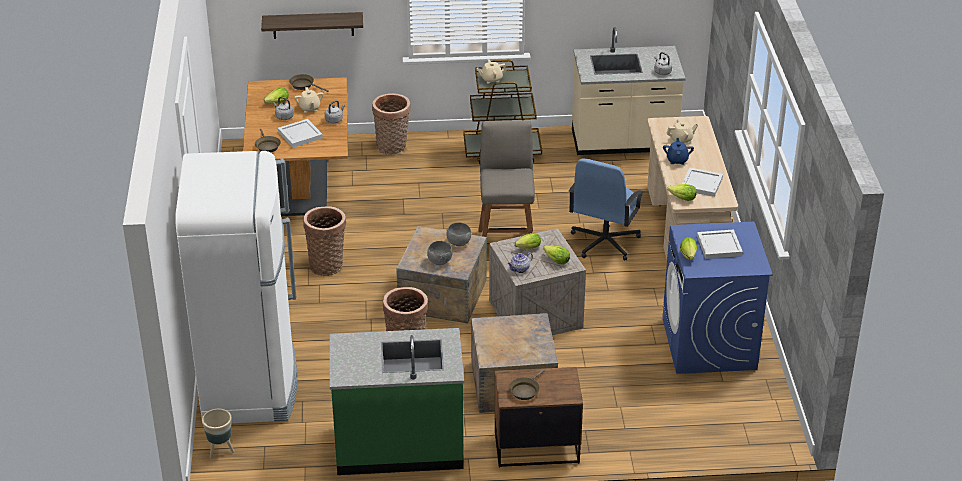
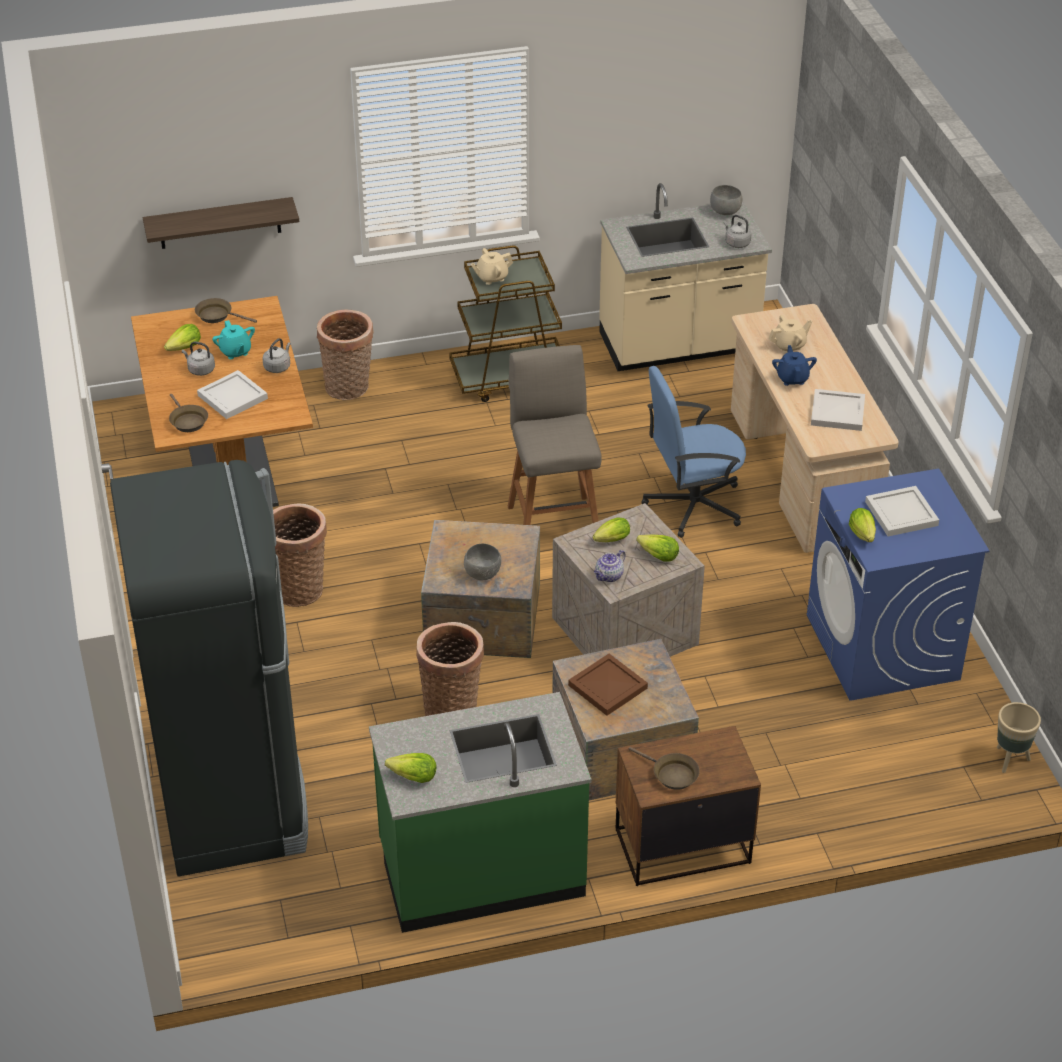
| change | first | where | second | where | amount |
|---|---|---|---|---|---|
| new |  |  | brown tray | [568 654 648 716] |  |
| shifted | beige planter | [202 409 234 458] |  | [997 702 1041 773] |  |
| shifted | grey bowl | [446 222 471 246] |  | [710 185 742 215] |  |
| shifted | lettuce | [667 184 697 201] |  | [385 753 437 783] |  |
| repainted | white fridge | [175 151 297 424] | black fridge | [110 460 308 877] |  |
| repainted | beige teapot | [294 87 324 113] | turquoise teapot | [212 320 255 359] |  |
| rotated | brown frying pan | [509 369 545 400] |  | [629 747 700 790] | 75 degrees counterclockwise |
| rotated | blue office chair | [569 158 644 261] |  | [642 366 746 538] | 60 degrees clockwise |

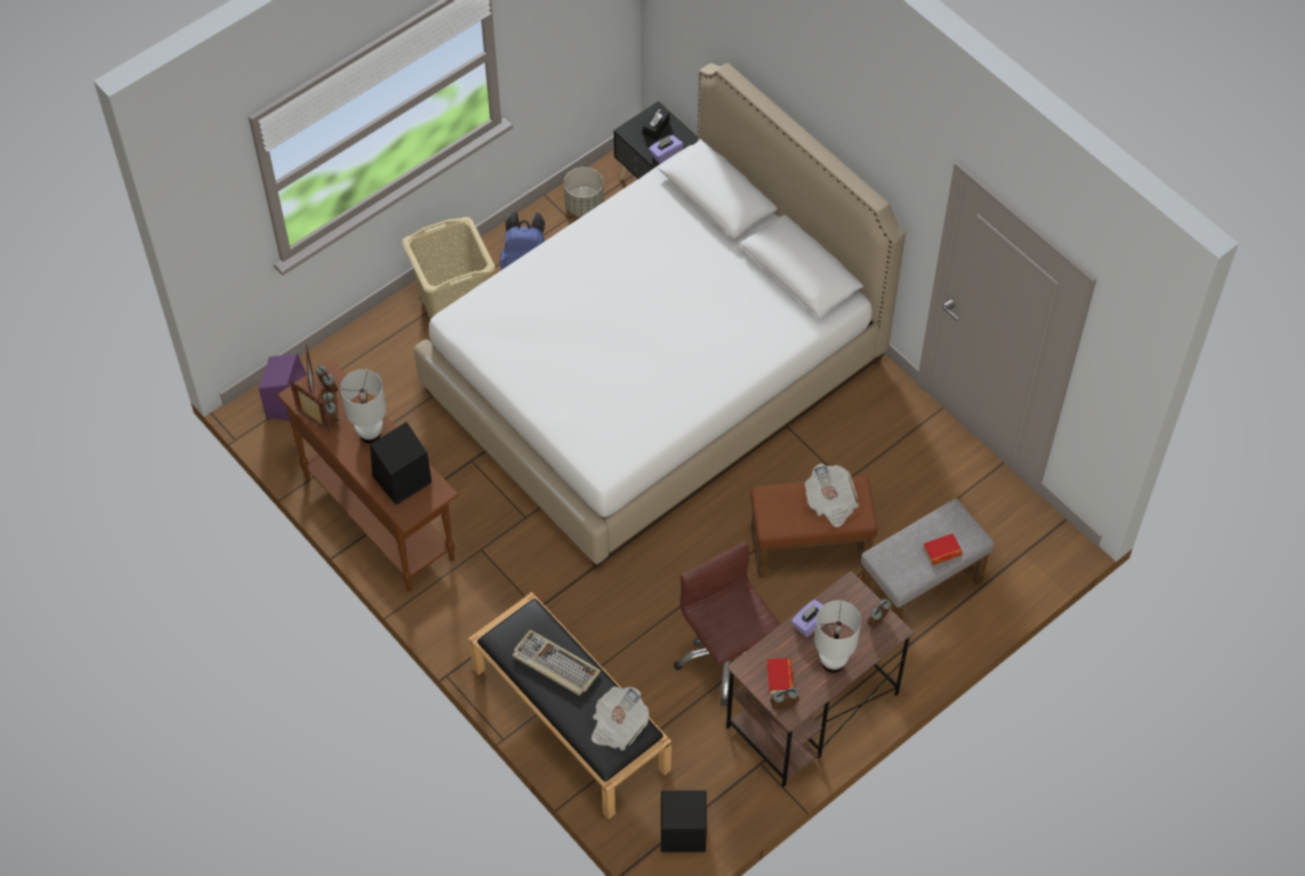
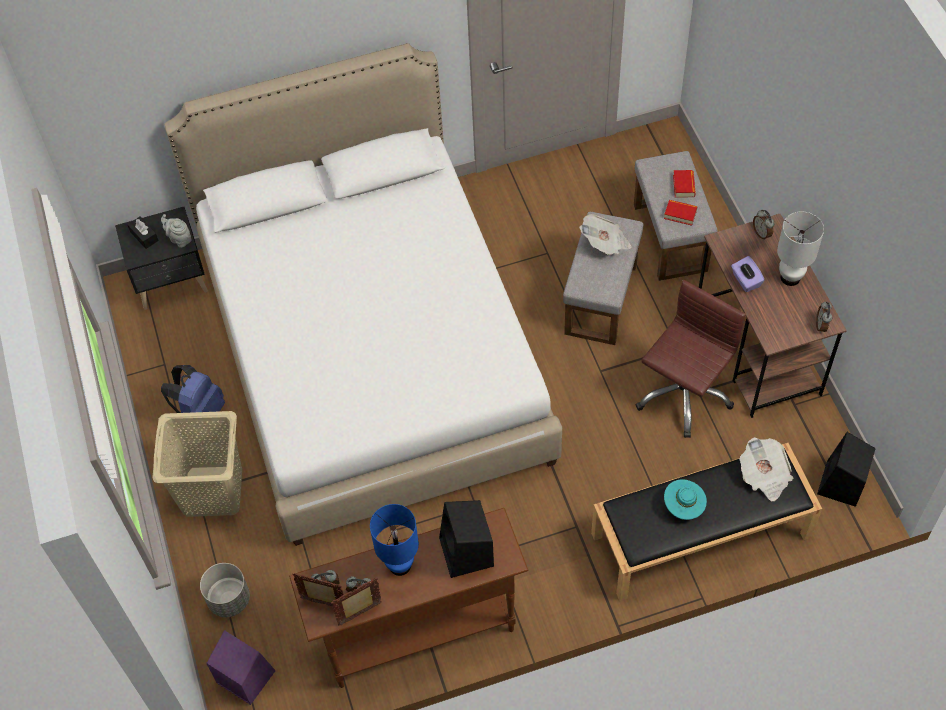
| change | first | where | second | where | amount |
|---|---|---|---|---|---|
| shifted | grey planter | [564 167 604 217] |  | [200 563 250 617] |  |
| shifted | book | [767 658 794 694] |  | [664 200 698 226] |  |
| swapped | keyboard | [512 630 601 696] | turquoise hat | [664 479 707 520] |  |
| swapped | purple tissue box | [649 135 683 164] | grey teapot | [161 214 191 248] |  |
| repainted | white table lamp | [340 369 386 443] | blue table lamp | [370 504 419 576] |  |
| repainted | brown ottoman | [751 476 878 578] | grey ottoman | [563 211 643 345] |  |
| rotated | brown office chair | [674 542 780 706] |  | [636 280 746 438] | 135 degrees clockwise |

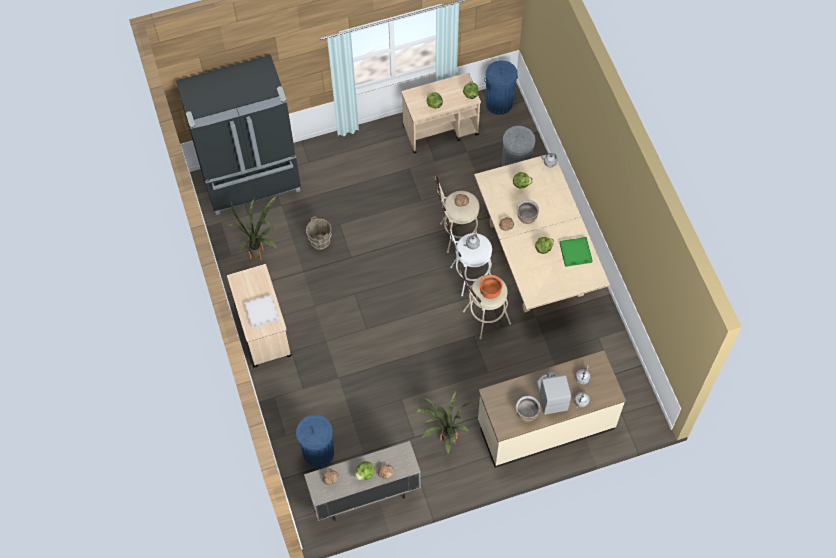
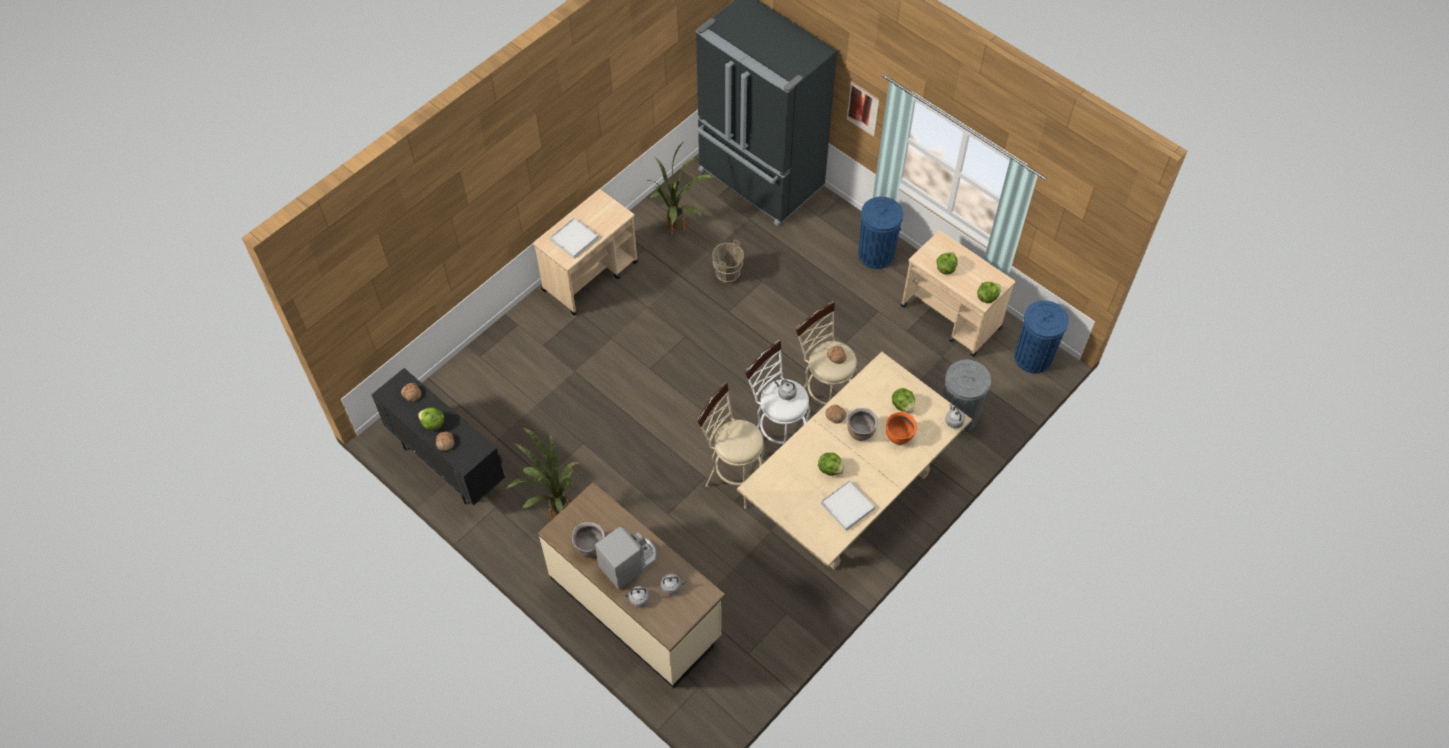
| change | first | where | second | where | amount |
|---|---|---|---|---|---|
| new |  |  | picture | [847 81 879 137] |  |
| shifted | blue trash can | [296 415 334 467] |  | [858 197 903 269] |  |
| shifted | orange cooking pot | [480 275 503 299] |  | [886 412 917 445] |  |
| repainted | beige cabinet | [304 441 421 521] | black cabinet | [372 368 505 506] |  |
| repainted | green tray | [560 237 593 267] | white tray | [821 480 875 531] |  |

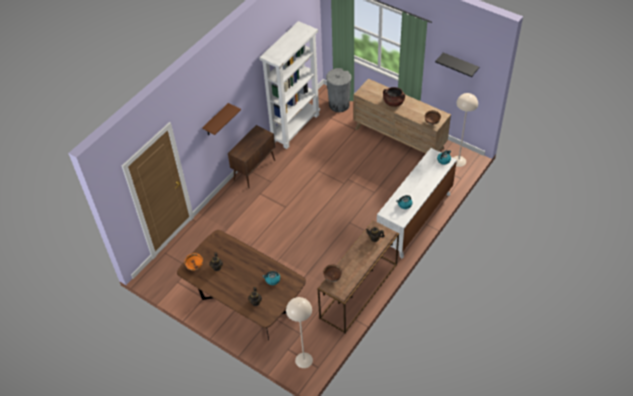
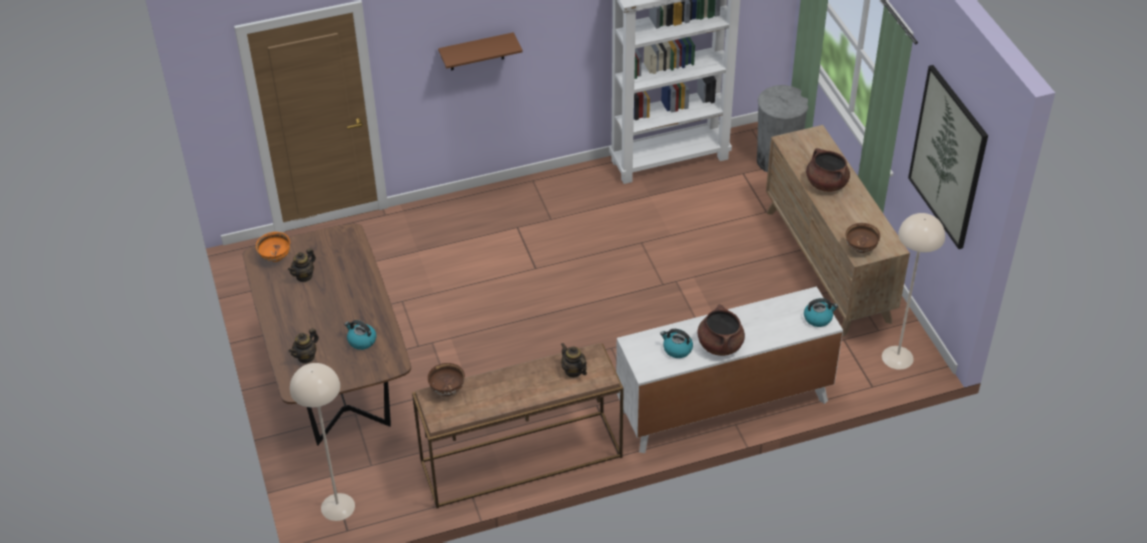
| change | first | where | second | where | amount |
|---|---|---|---|---|---|
| gone | brown cabinet | [228 125 275 188] |  |  |  |
| new |  |  | brown cooking pot | [697 304 745 356] |  |
| swapped | black shelf | [435 52 479 77] | picture | [908 65 988 249] |  |

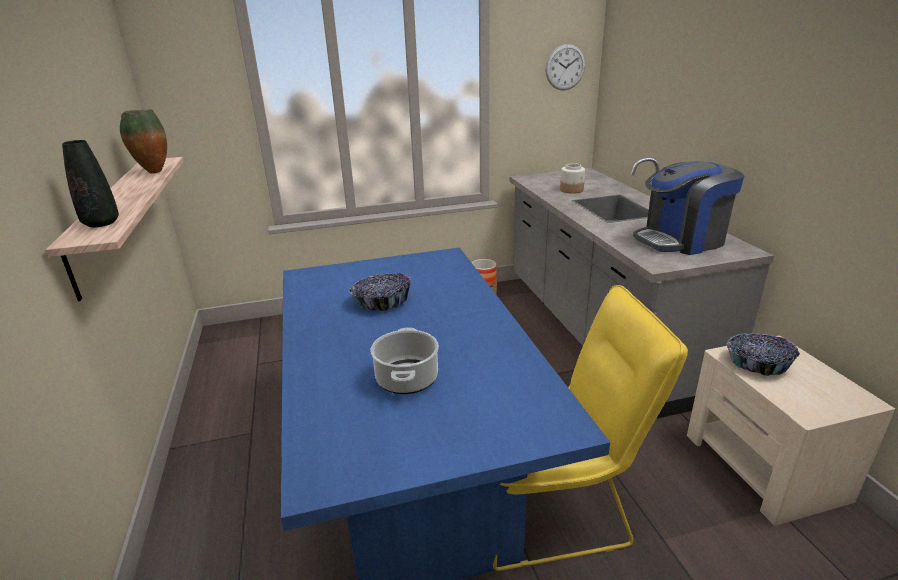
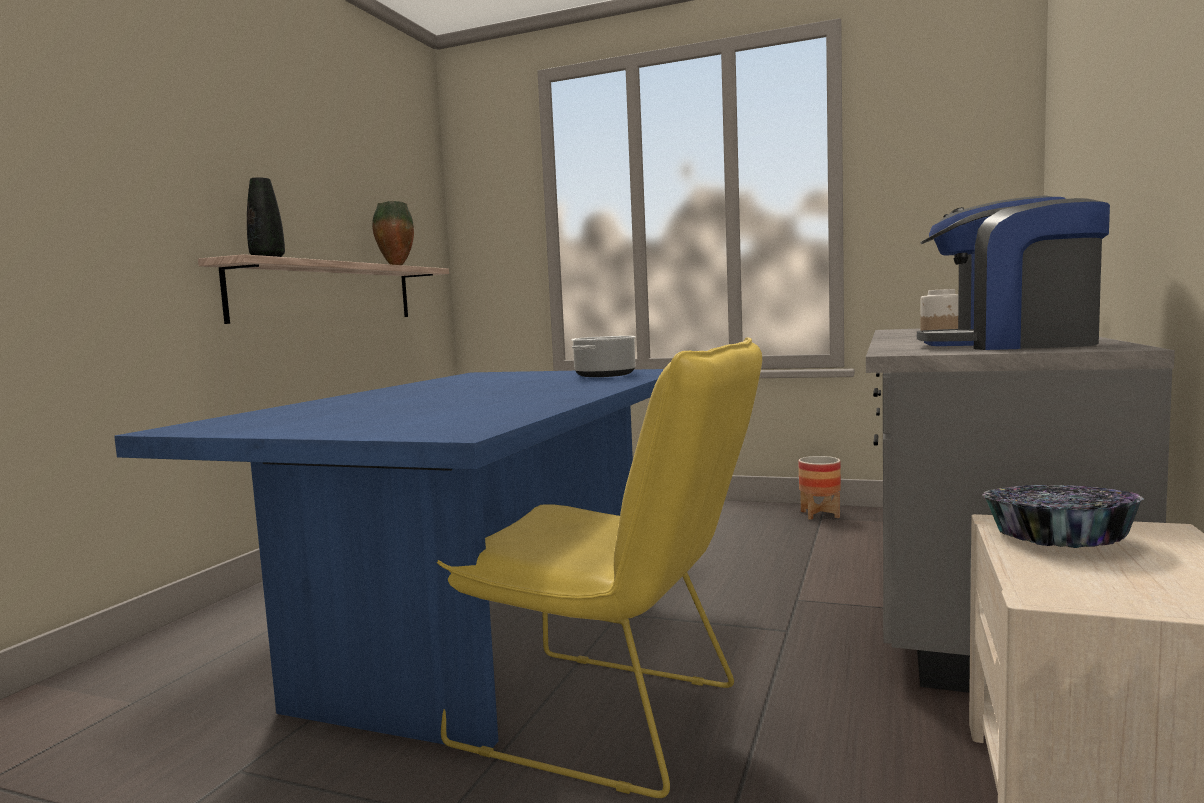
| change | first | where | second | where | amount |
|---|---|---|---|---|---|
| gone | bowl | [349 273 411 311] |  |  |  |
| gone | wall clock | [545 44 585 90] |  |  |  |
| shifted | cooking pot | [371 327 439 394] |  | [571 336 636 377] |  |

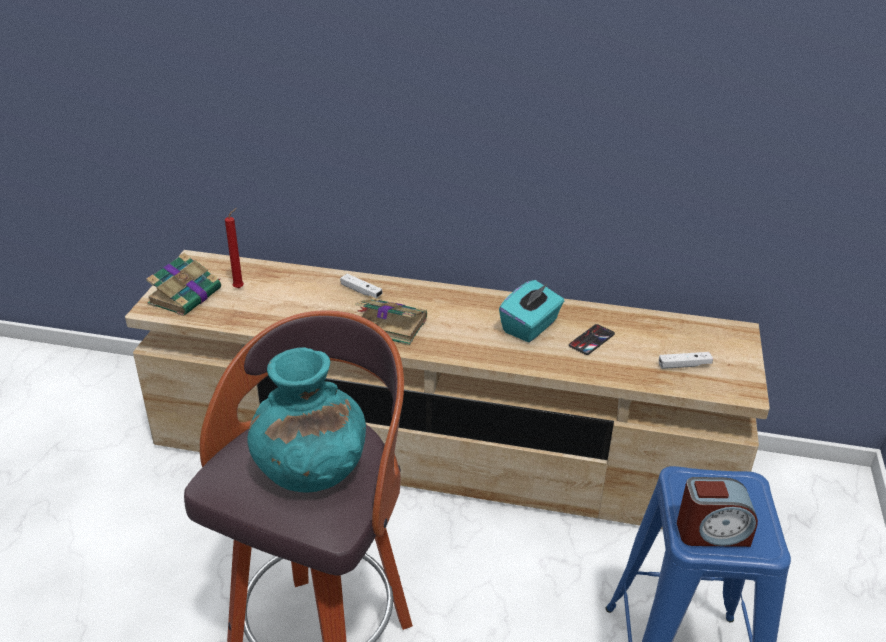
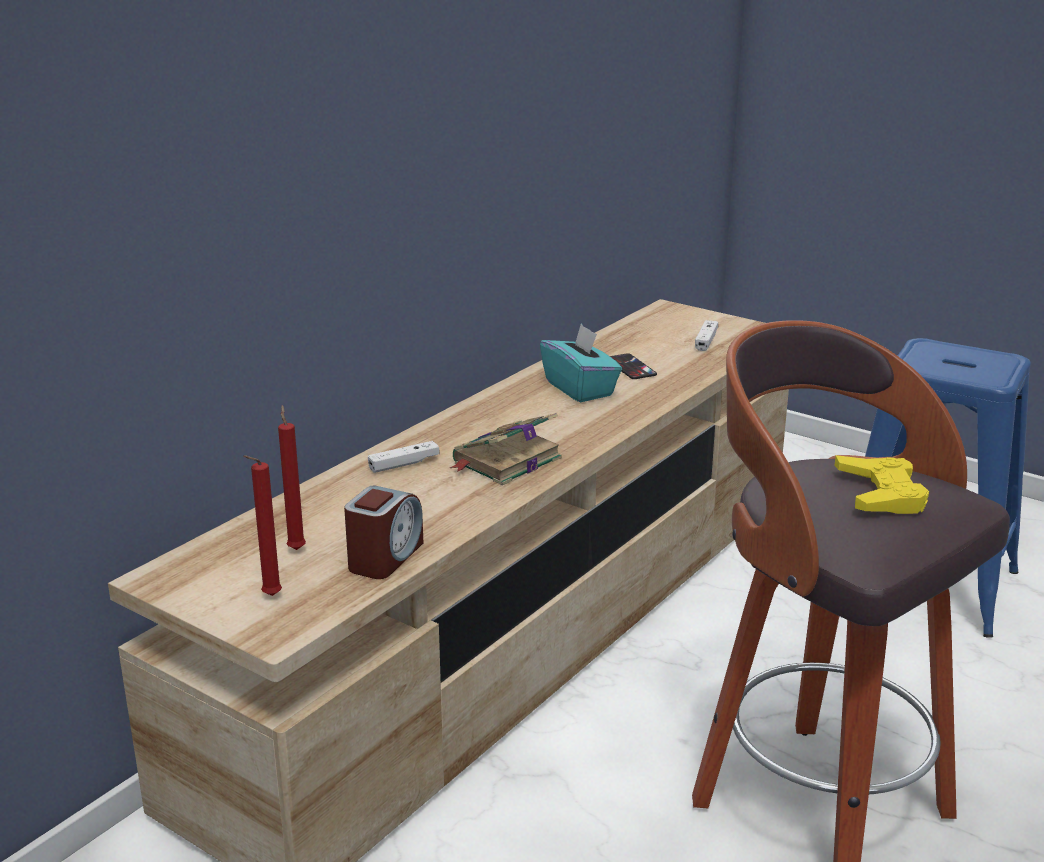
| change | first | where | second | where | amount |
|---|---|---|---|---|---|
| shifted | alarm clock | [677 477 758 547] |  | [344 485 423 579] |  |
| swapped | book | [146 253 221 316] | red candle | [243 455 282 596] |  |
| swapped | turquoise vase | [248 347 366 493] | yellow game controller | [834 455 929 514] |  |

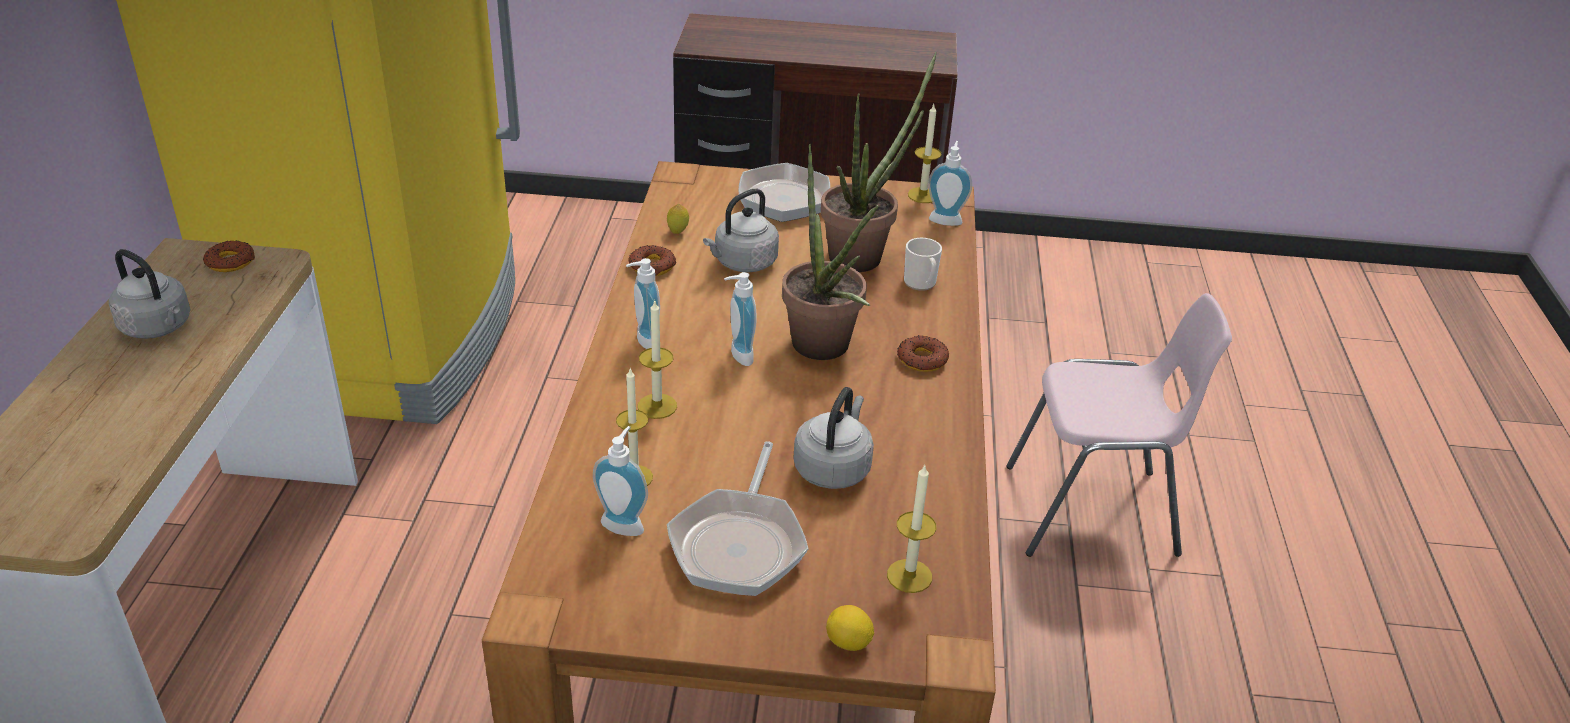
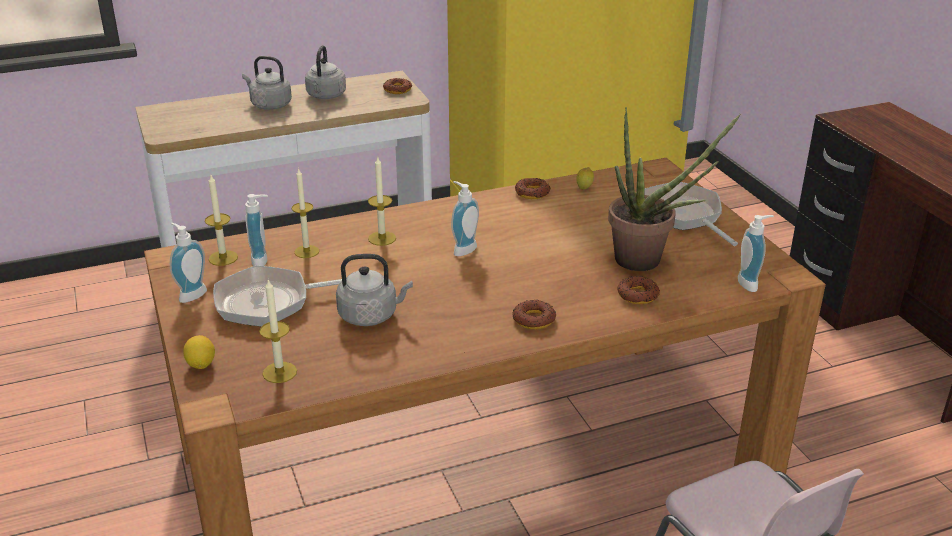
| change | first | where | second | where | amount |
|---|---|---|---|---|---|
| gone | potted plant | [782 144 879 360] |  |  |  |
| shifted | soap dispenser | [626 258 660 349] |  | [170 223 207 303] |  |
| shifted | grey kettle | [703 189 779 272] |  | [242 56 292 110] |  |
| shifted | candle | [908 104 942 203] |  | [205 175 238 266] |  |
| swapped | mug | [904 238 942 291] | donut | [617 276 660 304] |  |

